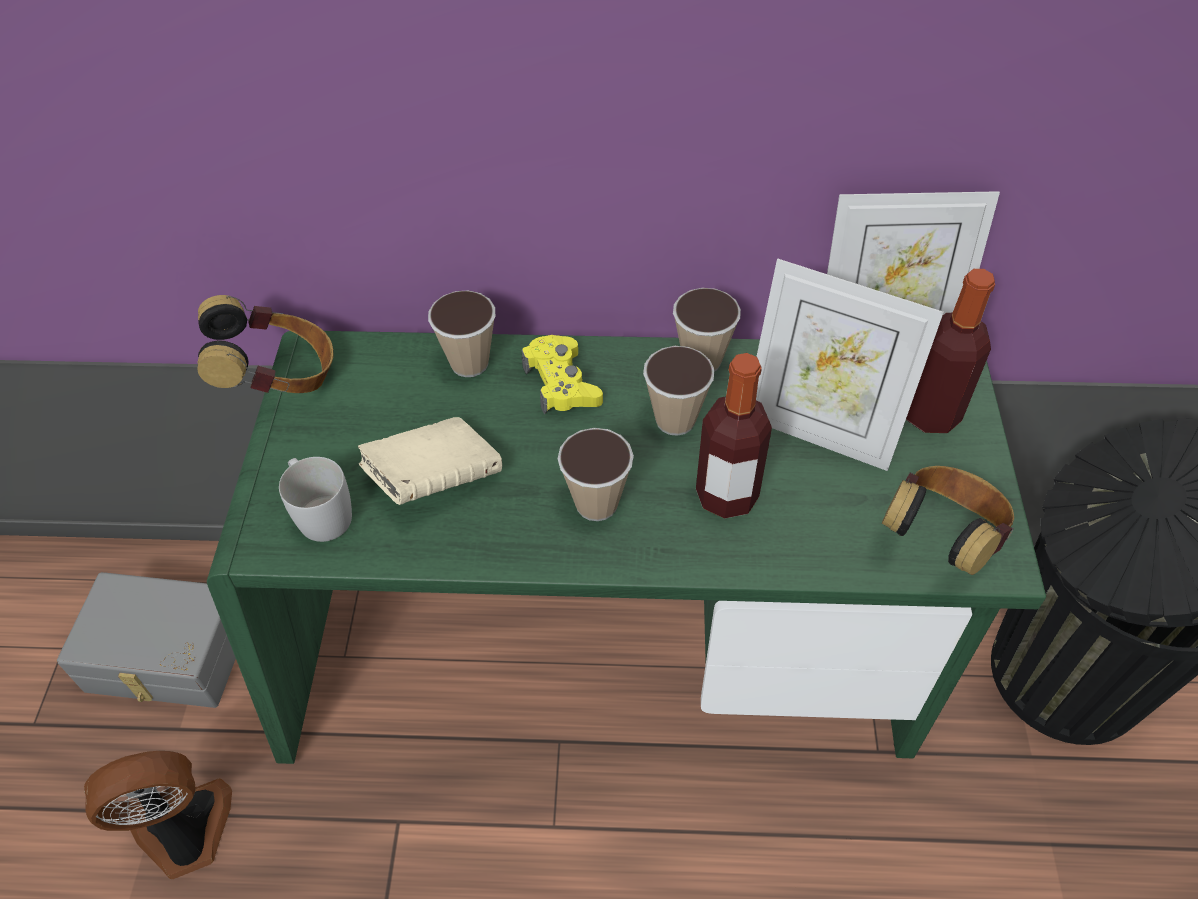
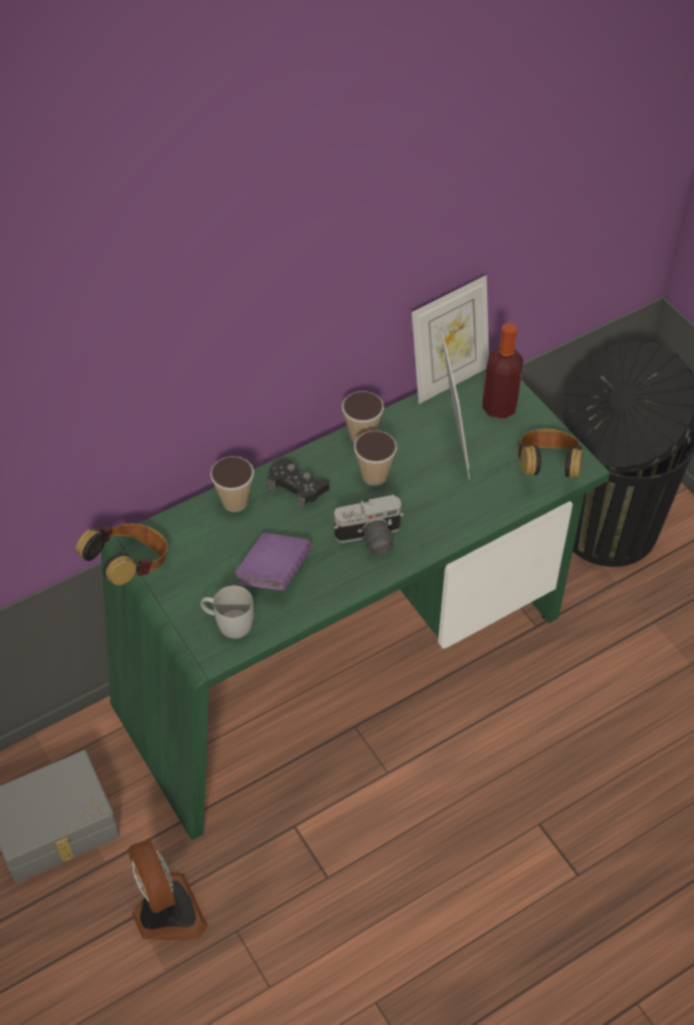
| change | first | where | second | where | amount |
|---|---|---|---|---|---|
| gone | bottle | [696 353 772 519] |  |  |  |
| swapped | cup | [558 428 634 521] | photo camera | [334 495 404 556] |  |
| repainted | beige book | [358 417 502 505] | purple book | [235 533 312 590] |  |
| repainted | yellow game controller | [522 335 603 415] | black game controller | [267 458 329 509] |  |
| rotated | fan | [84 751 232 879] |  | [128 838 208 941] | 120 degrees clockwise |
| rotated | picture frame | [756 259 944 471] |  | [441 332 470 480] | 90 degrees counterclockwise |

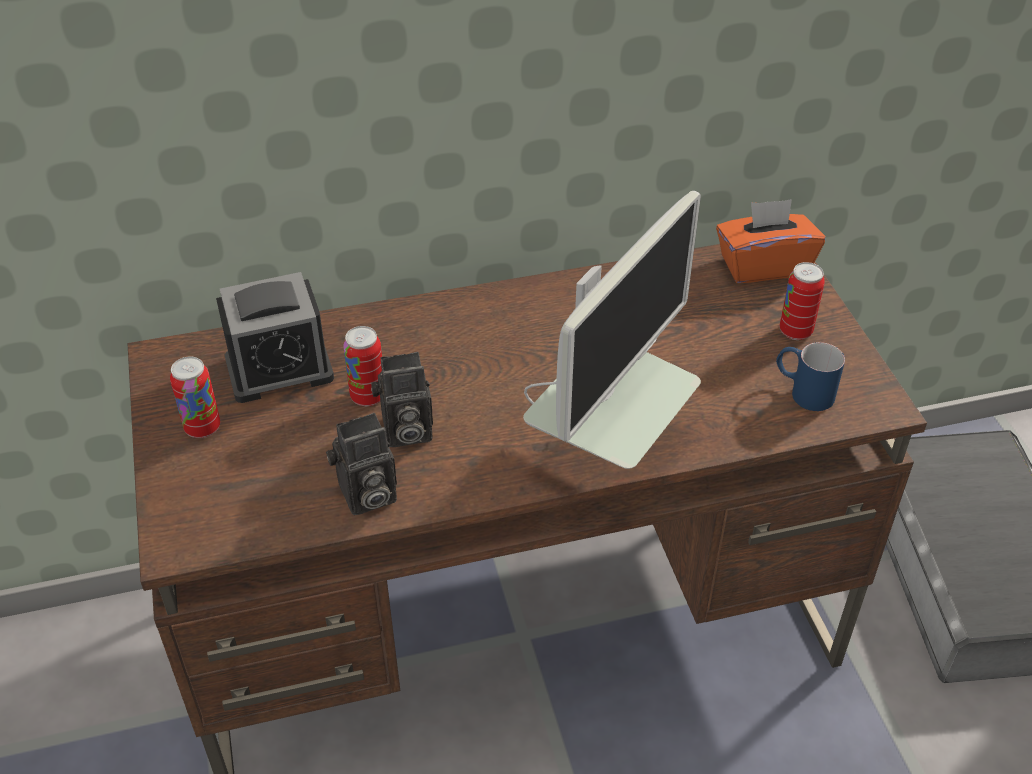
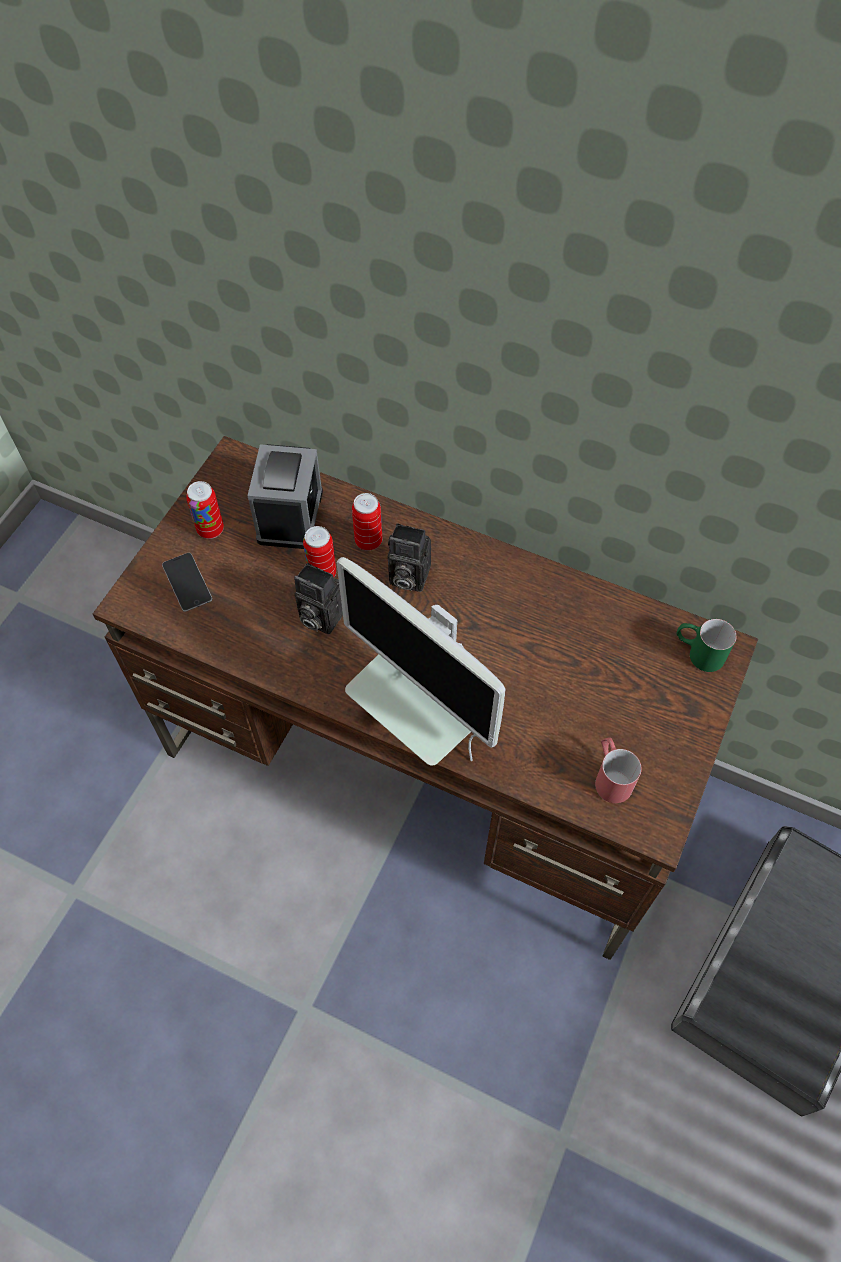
| change | first | where | second | where | amount |
|---|---|---|---|---|---|
| new |  |  | phone | [162 553 212 612] |  |
| shifted | photo camera | [326 413 397 515] |  | [388 523 431 592] |  |
| shifted | can | [780 262 825 340] |  | [352 493 382 551] |  |
| swapped | orange tissue box | [716 199 825 283] | green mug | [677 619 737 672] |  |
| repainted | blue mug | [776 342 845 411] | red mug | [595 737 642 803] |  |
| rotated | alarm clock | [216 272 334 403] |  | [247 444 323 549] | 105 degrees counterclockwise |
| rotated | monitor | [523 191 701 469] |  | [337 557 506 765] | 60 degrees clockwise |

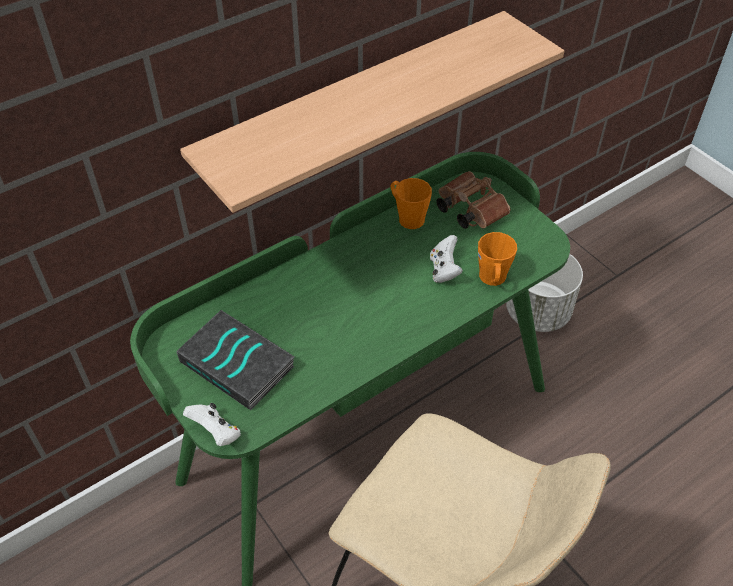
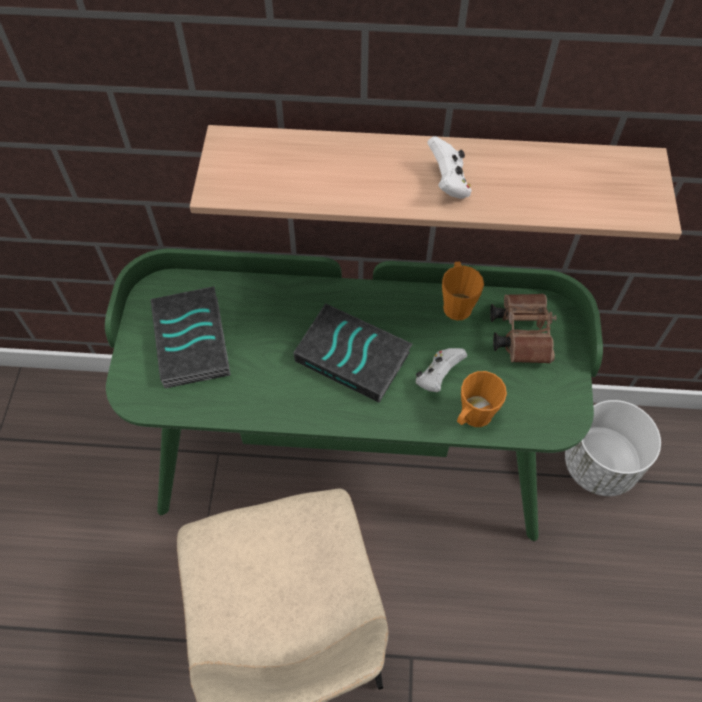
| change | first | where | second | where | amount |
|---|---|---|---|---|---|
| new |  |  | book | [294 303 413 403] |  |
| shifted | white game controller | [183 403 241 446] |  | [427 136 472 199] |  |

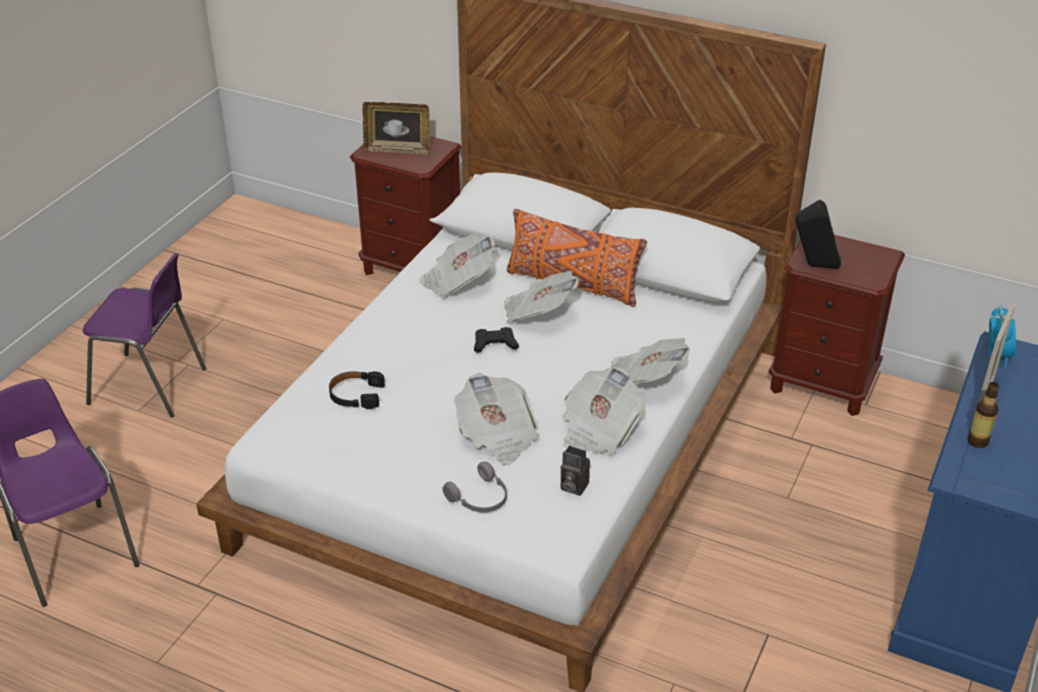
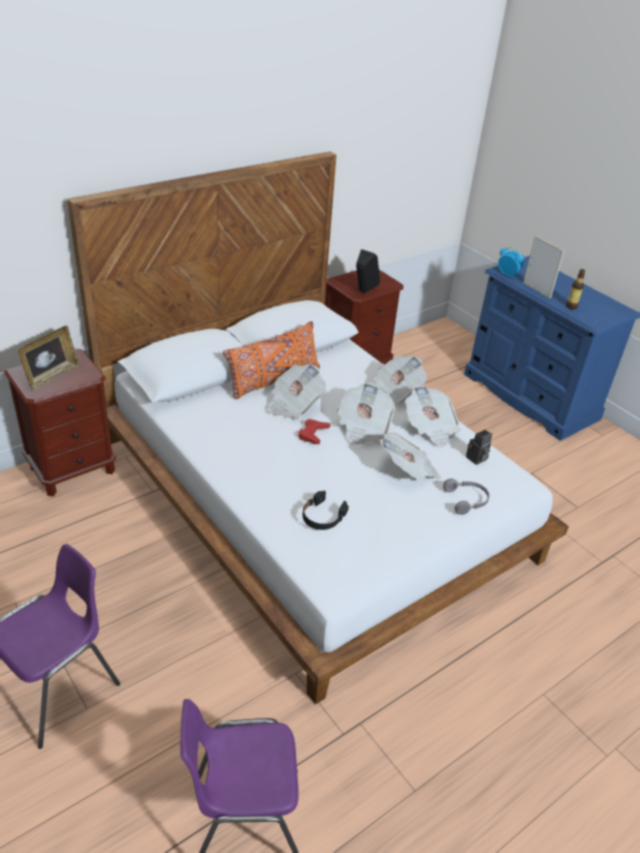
| change | first | where | second | where | amount |
|---|---|---|---|---|---|
| shifted | newspaper | [419 233 496 297] |  | [337 383 396 445] |  |
| repainted | black game controller | [474 327 519 353] | red game controller | [298 419 331 444] |  |

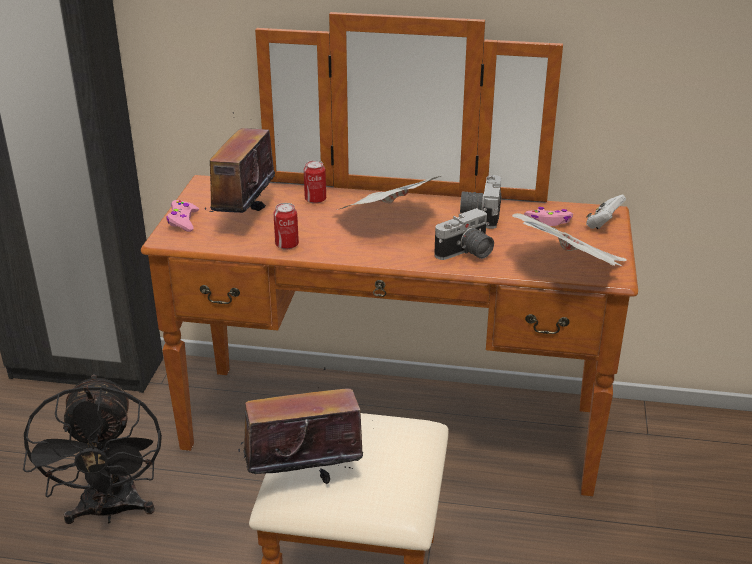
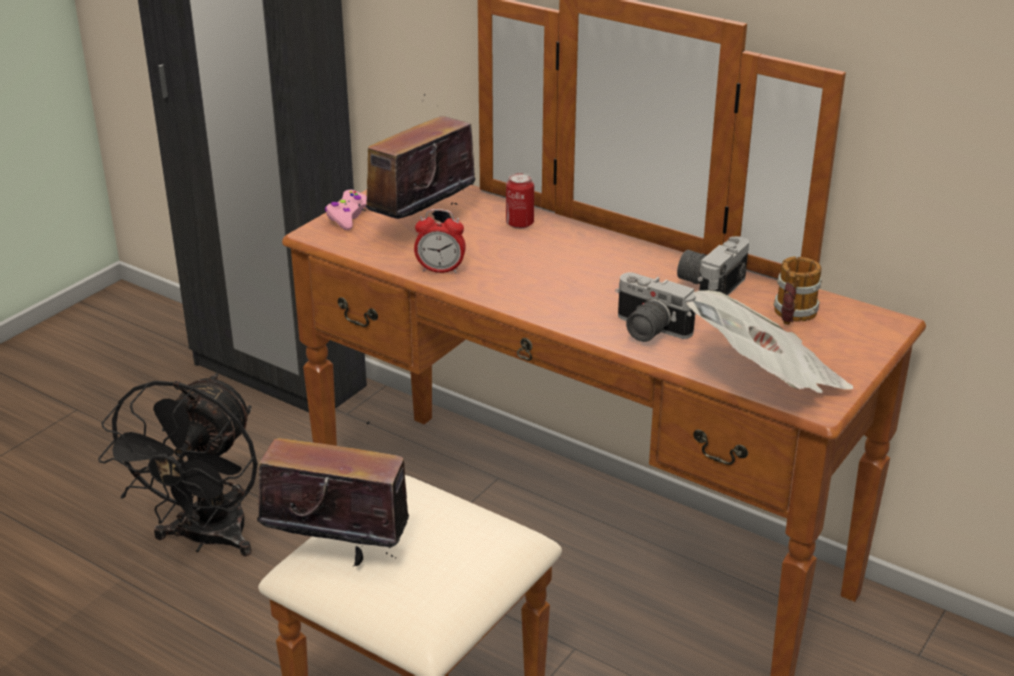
| change | first | where | second | where | amount |
|---|---|---|---|---|---|
| gone | newspaper | [333 176 441 211] |  |  |  |
| gone | white game controller | [586 195 626 229] |  |  |  |
| swapped | can | [274 203 299 249] | alarm clock | [414 209 466 273] |  |
| swapped | pink game controller | [524 207 573 226] | mug | [774 256 822 325] |  |
| rotated | photo camera | [434 208 494 260] |  | [615 272 696 342] | 45 degrees clockwise |

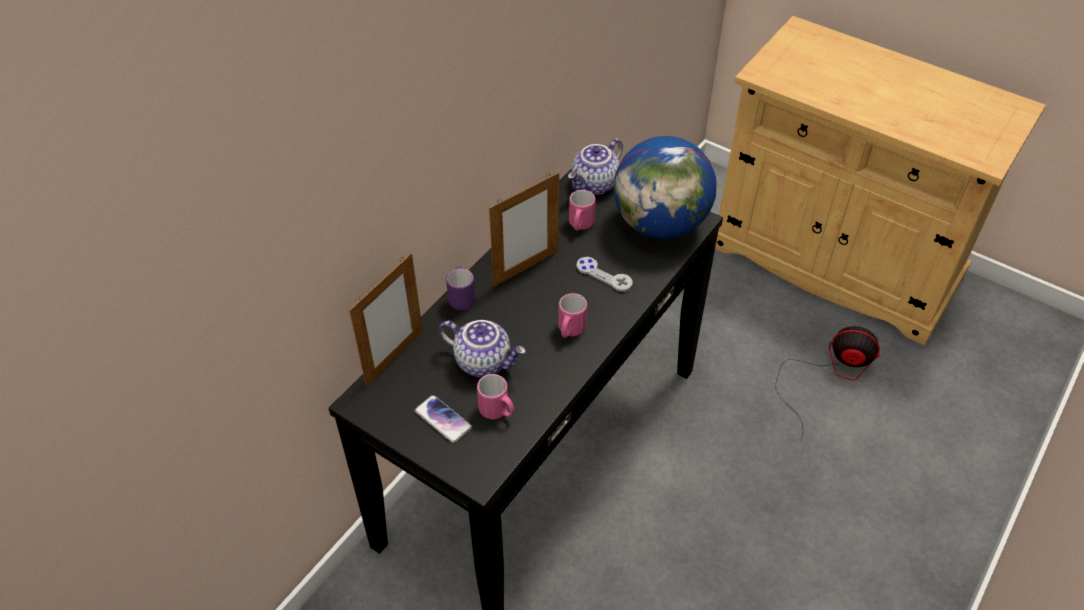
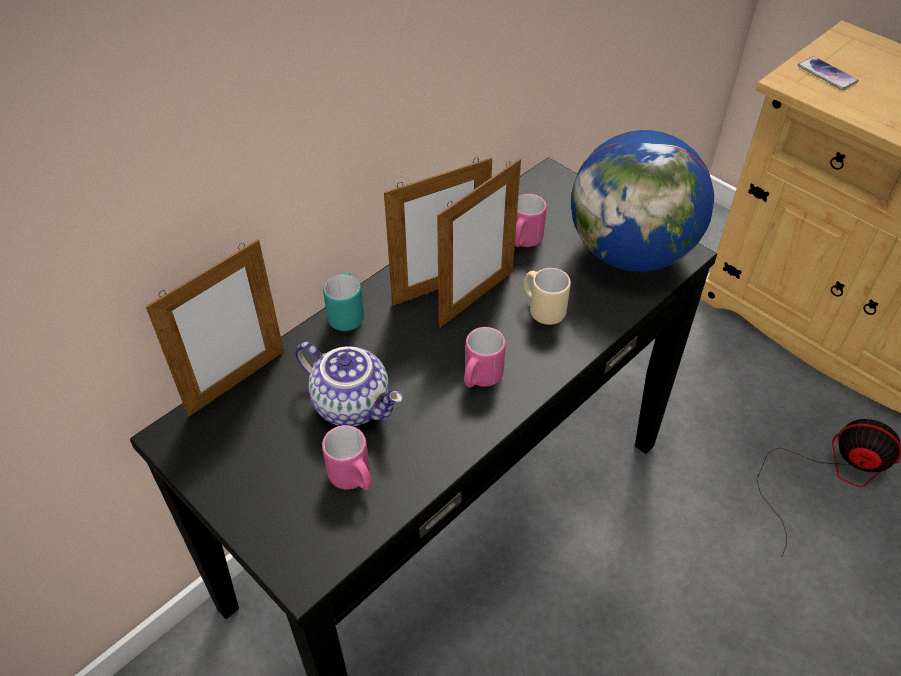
| change | first | where | second | where | amount |
|---|---|---|---|---|---|
| gone | teapot | [568 138 623 195] |  |  |  |
| new |  |  | picture frame | [437 158 521 327] |  |
| shifted | phone | [414 395 472 443] |  | [798 56 858 90] |  |
| swapped | grey game controller | [576 257 633 292] | beige mug | [524 268 571 325] |  |
| repainted | purple mug | [446 266 476 310] | turquoise mug | [323 272 364 331] |  |

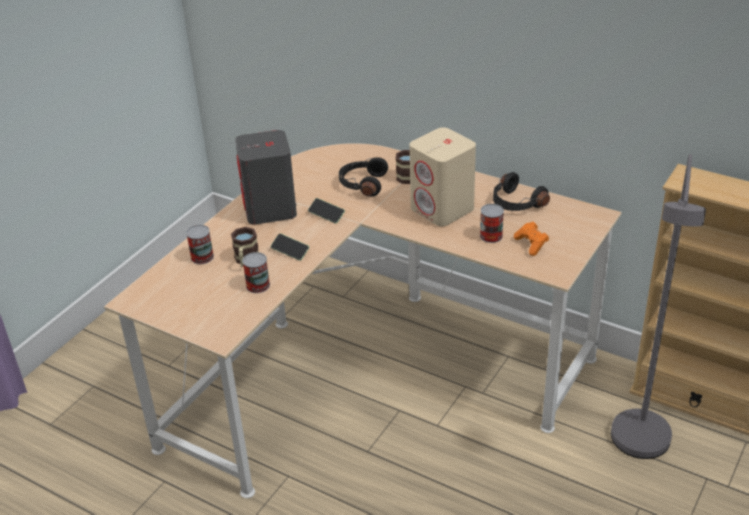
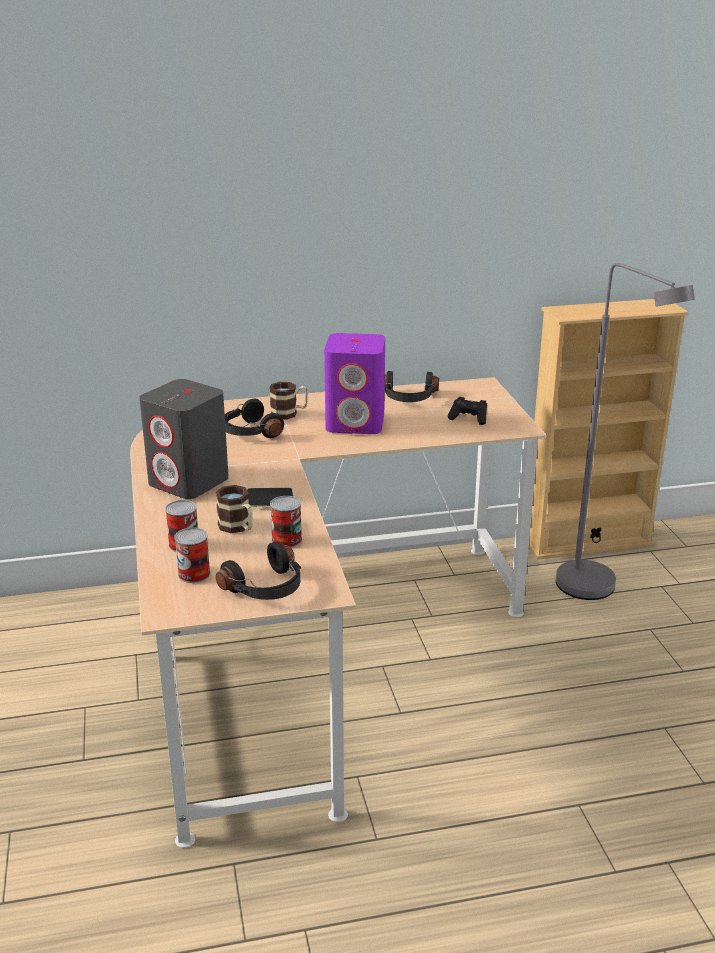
| change | first | where | second | where | amount |
|---|---|---|---|---|---|
| gone | phone | [308 198 345 224] |  |  |  |
| new |  |  | black headphones | [216 542 301 600] |  |
| shifted | can | [480 204 504 243] |  | [174 528 210 583] |  |
| repainted | beige speaker | [410 127 476 226] | purple speaker | [324 333 385 434] |  |
| repainted | orange game controller | [514 222 549 256] | black game controller | [448 397 487 425] |  |

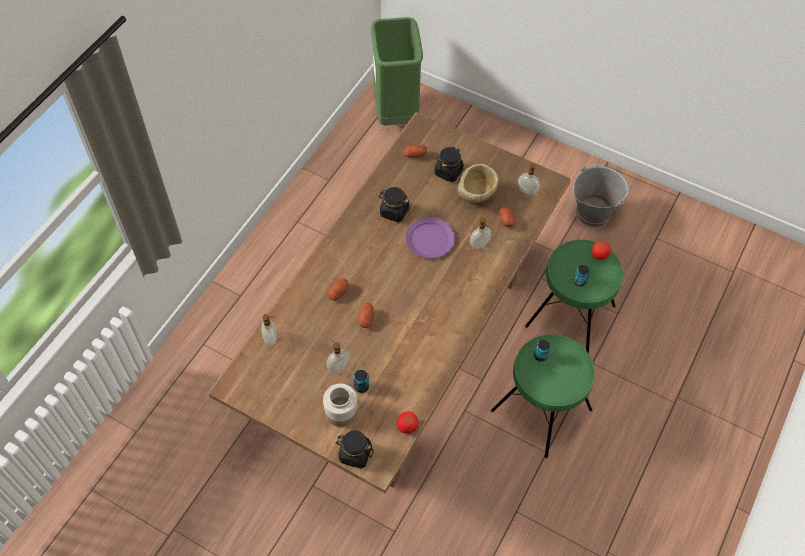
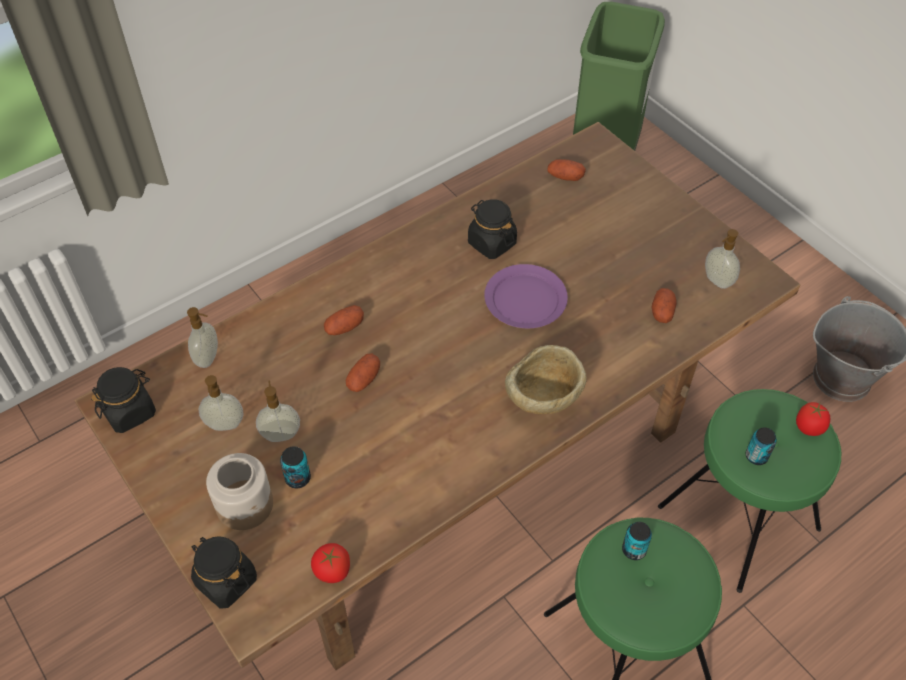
| change | first | where | second | where | amount |
|---|---|---|---|---|---|
| shifted | black jar | [434 146 464 182] |  | [91 367 156 433] |  |
| shifted | beige bowl | [458 164 499 203] |  | [505 345 587 414] |  |
| shifted | soap dispenser | [470 217 491 249] |  | [199 375 243 431] |  |

